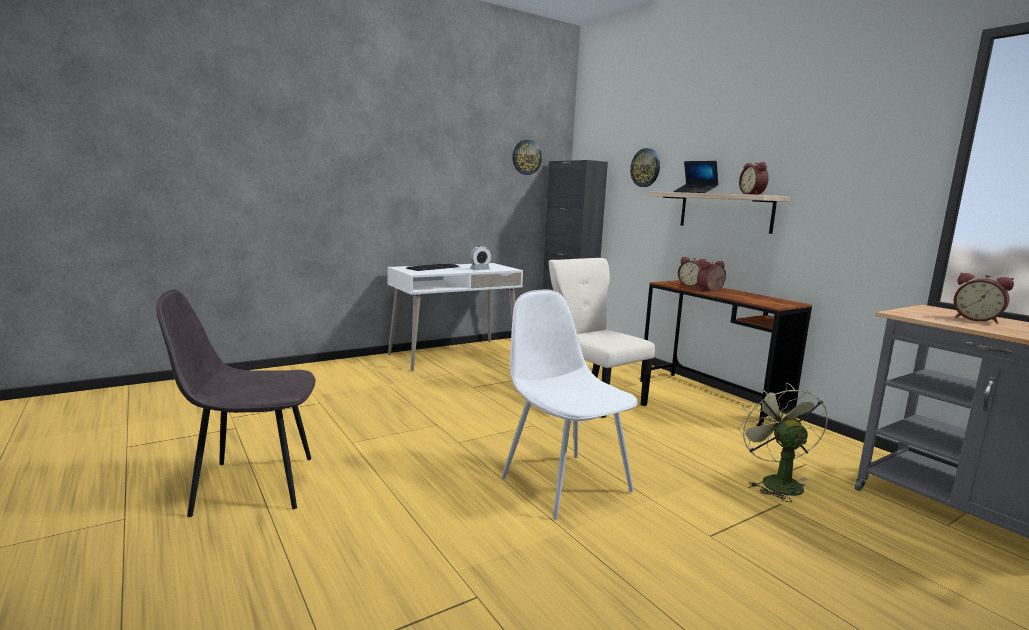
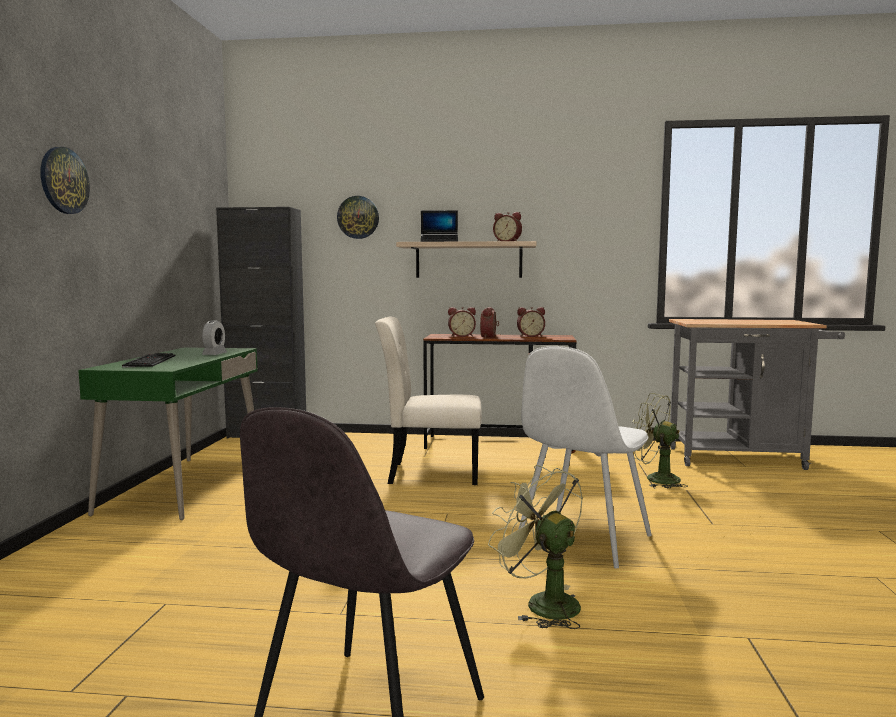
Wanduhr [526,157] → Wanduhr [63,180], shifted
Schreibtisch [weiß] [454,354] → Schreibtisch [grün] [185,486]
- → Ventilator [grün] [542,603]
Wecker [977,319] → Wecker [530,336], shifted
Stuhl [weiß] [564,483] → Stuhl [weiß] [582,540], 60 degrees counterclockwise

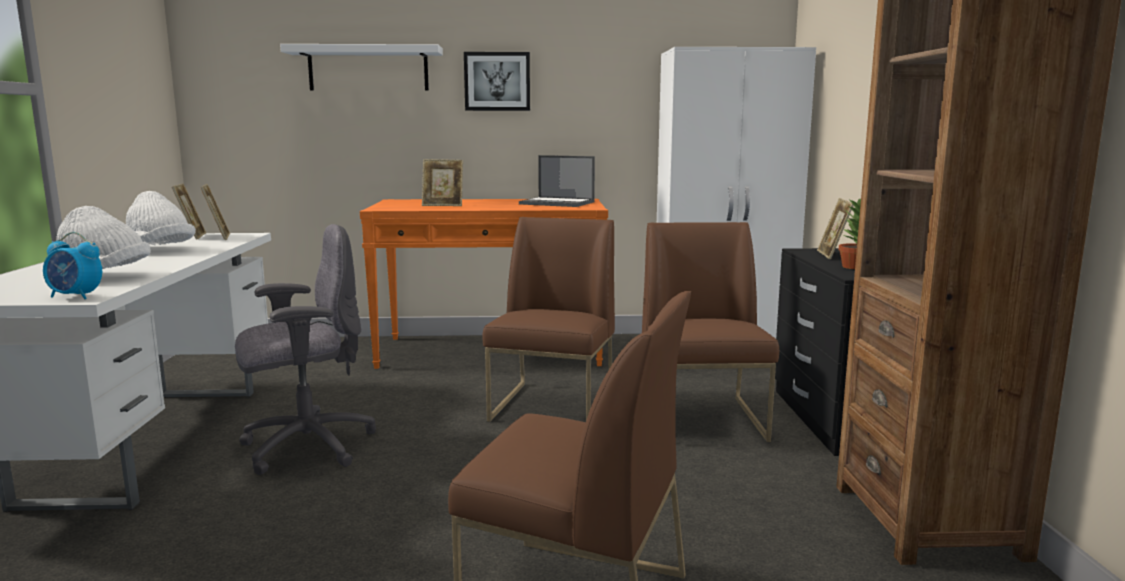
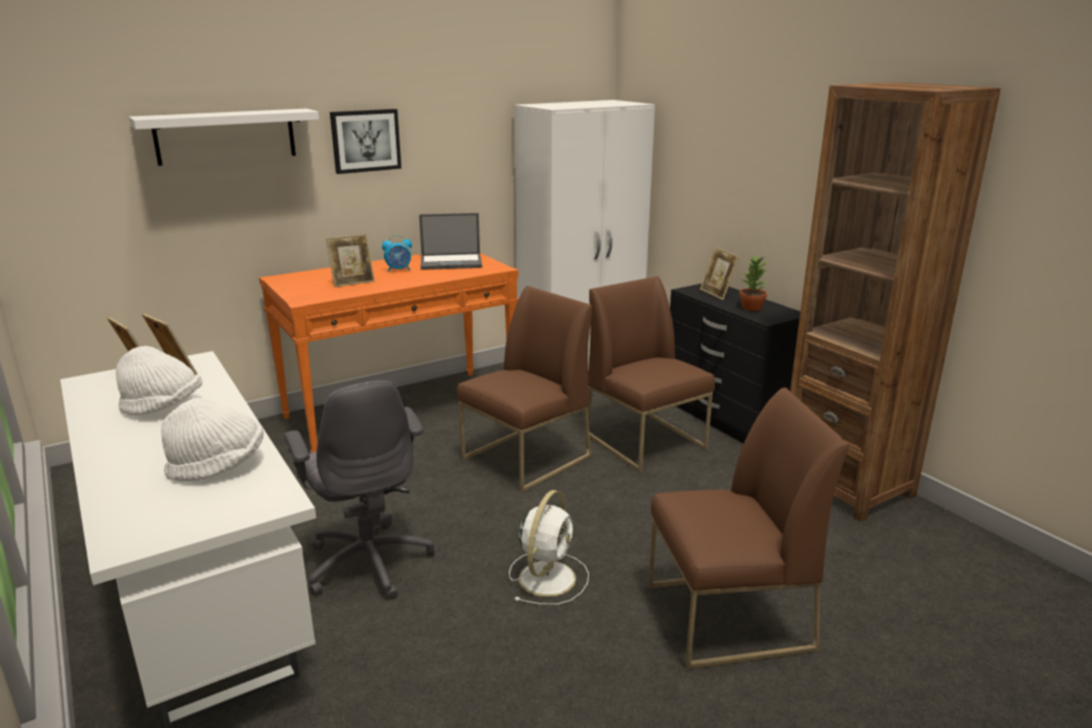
Bürostuhl [grau] [306,447] → Bürostuhl [grau] [369,561], 120 degrees clockwise
Wecker [76,296] → Wecker [399,270], shifted
Stuhl [braun] [553,407] → Stuhl [braun] [526,459], 60 degrees clockwise
- → Ventilator [weiß] [548,577]

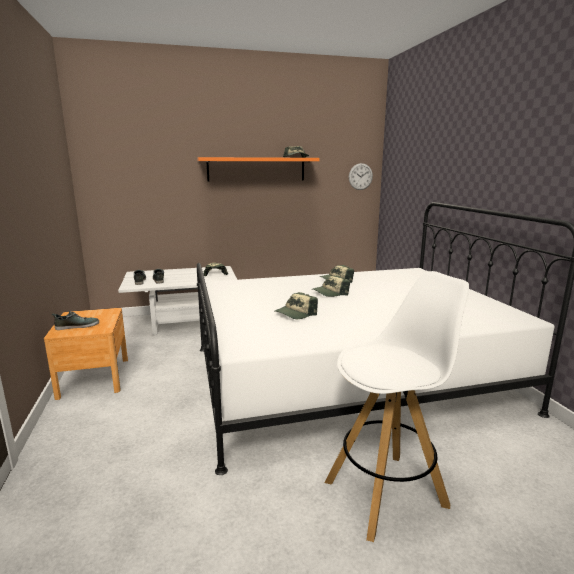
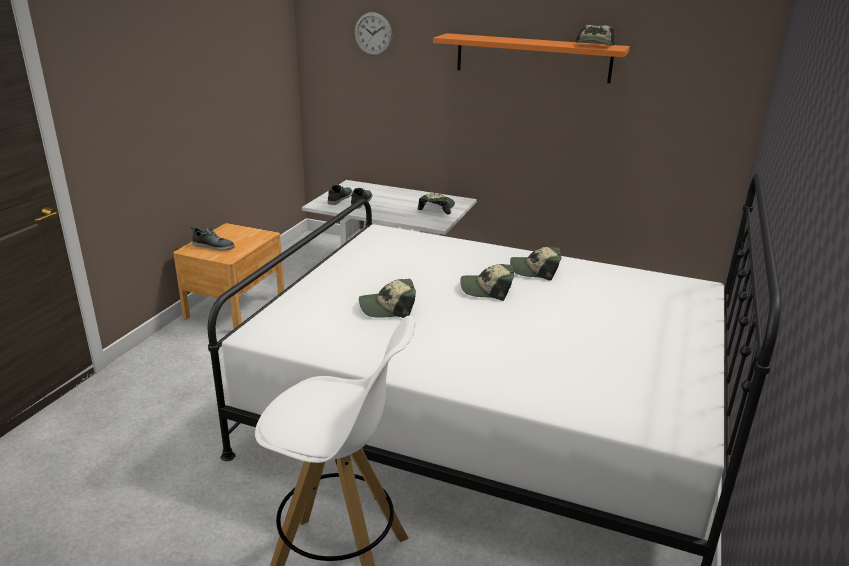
Wanduhr [360,176] → Wanduhr [373,34], shifted

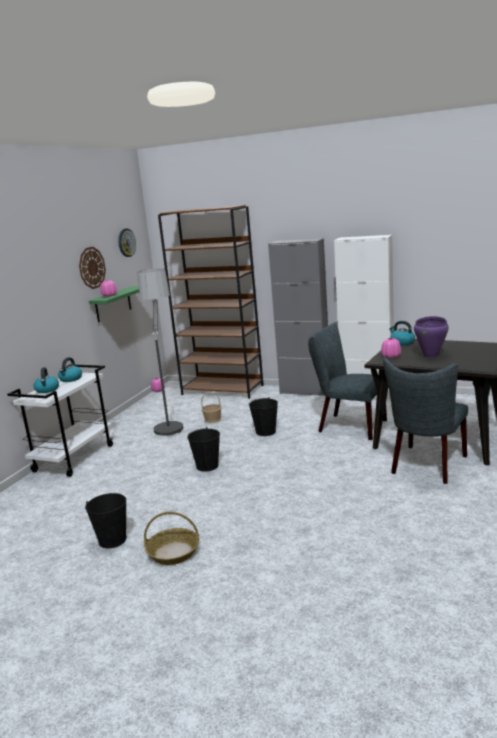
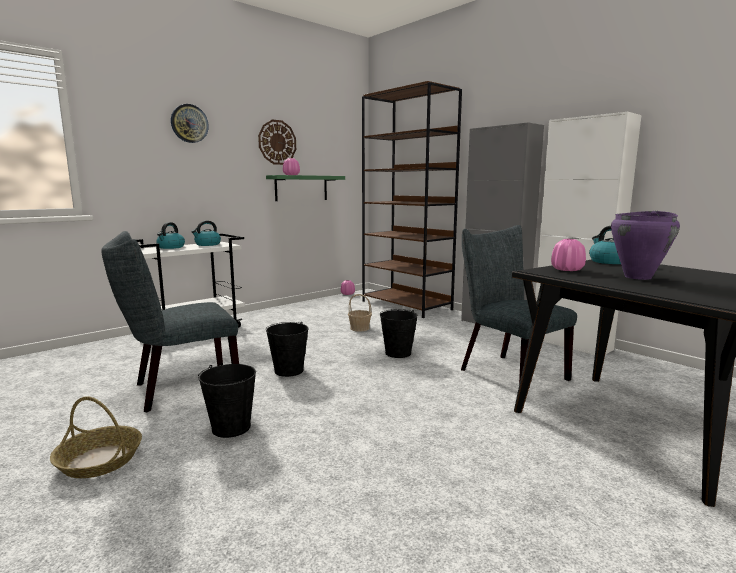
Stuhl [grau] [426,466] → Stuhl [grau] [180,389], shifted
Wanduhr [126,242] → Wanduhr [189,123], shifted
Eimer [schwarz] [112,540] → Eimer [schwarz] [231,427], shifted
Stehlampe [168,421] → -

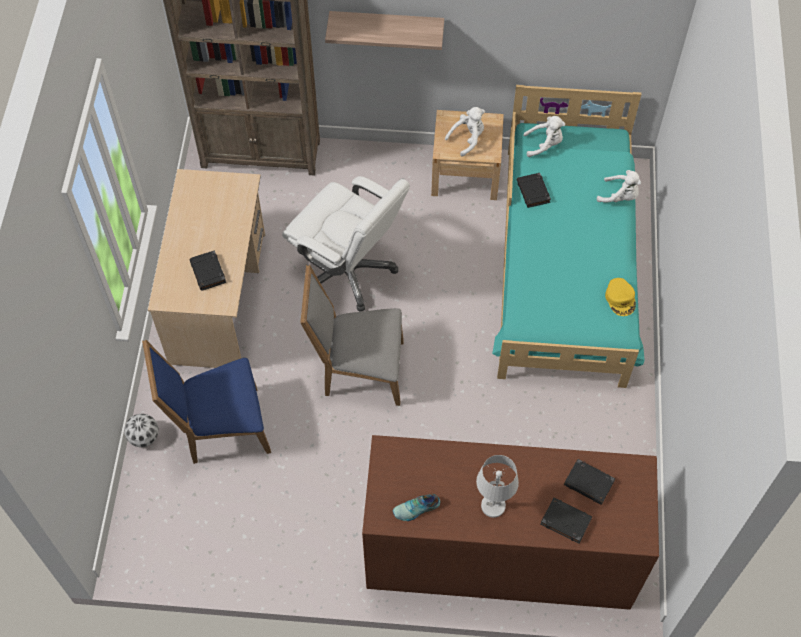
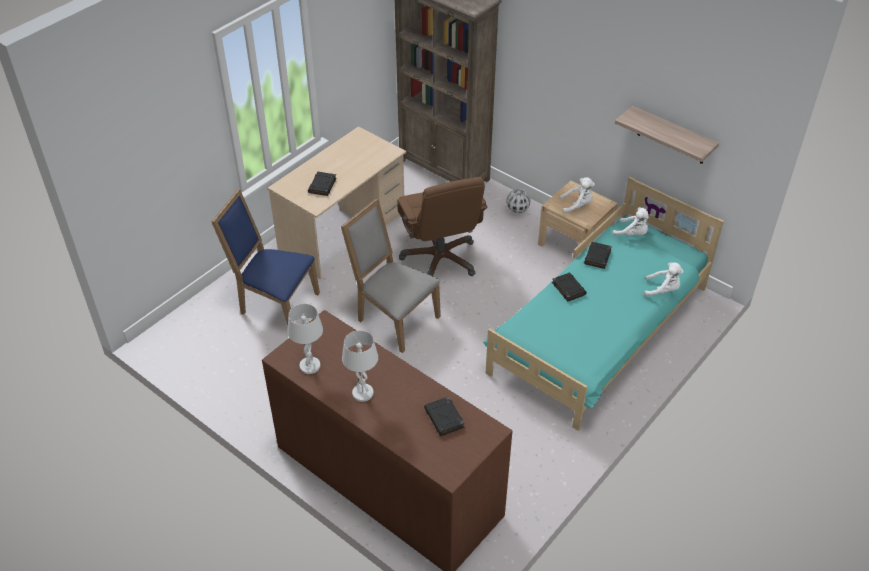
Schuh [417,509] → Tischlampe [weiß] [310,366]
Bürostuhl [weiß] [348,271] → Bürostuhl [braun] [440,259]
Fußball [145,437] → Fußball [518,210], shifted
Buch [schwarz] [565,521] → Buch [schwarz] [568,288], shifted
Wandregal [386,27] → Wandregal [672,136], shifted
Plüschtier [weiß] [620,196] → Plüschtier [weiß] [663,290], 45 degrees counterclockwise
Kappe [gelb] [620,299] → -

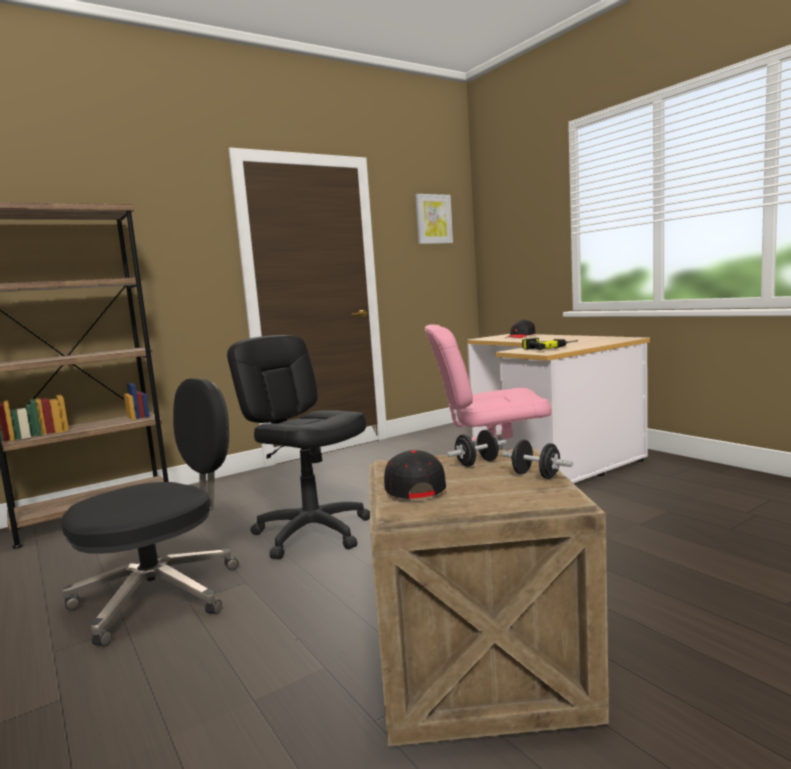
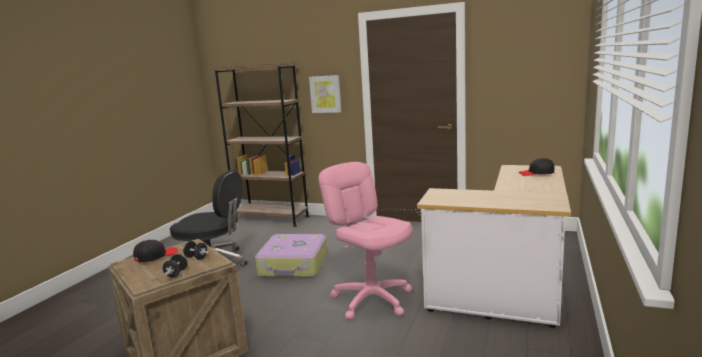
Bürostuhl [schwarz] [313,532] → Koffer [294,265]
Bild [433,219] → Bild [325,94], shifted
Bohrmaschine [549,347] → -

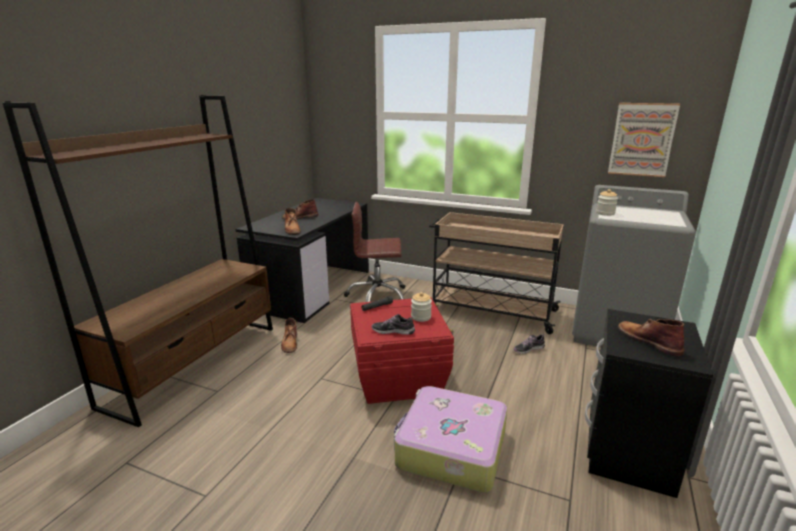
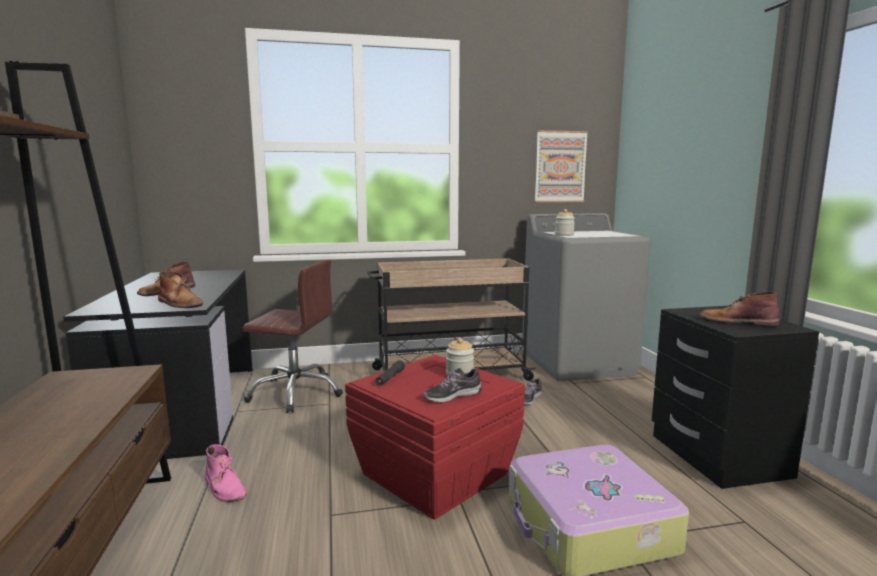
Stiefel [braun] [290,343] → Stiefel [rosa] [225,487]
Bürostuhl [braun] [377,296] → Bürostuhl [braun] [296,393], 135 degrees counterclockwise

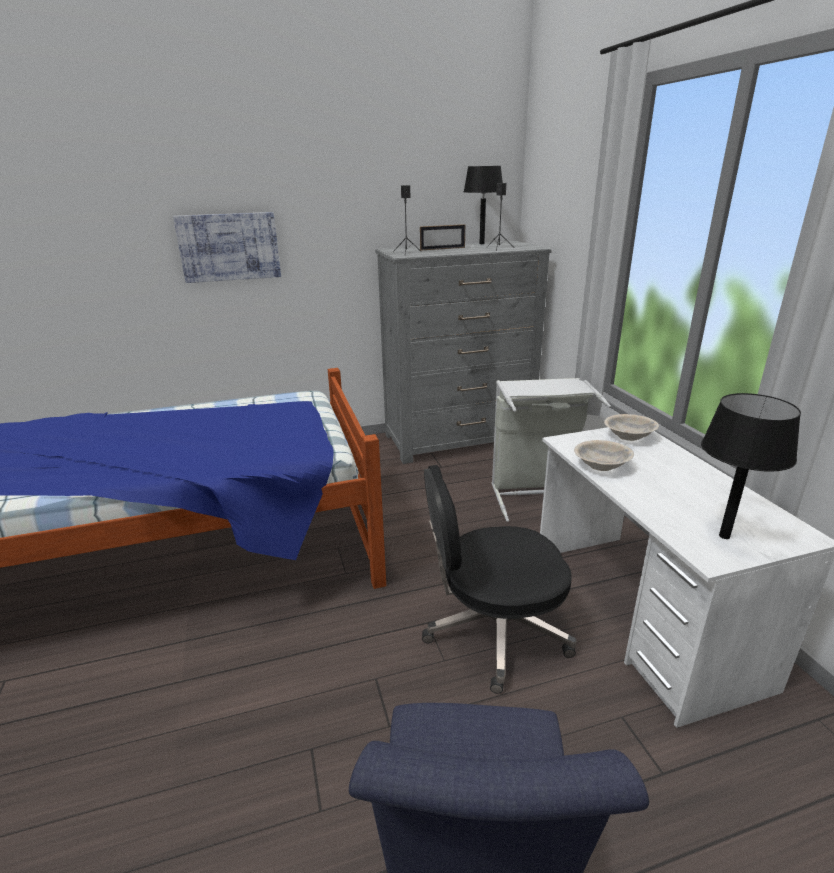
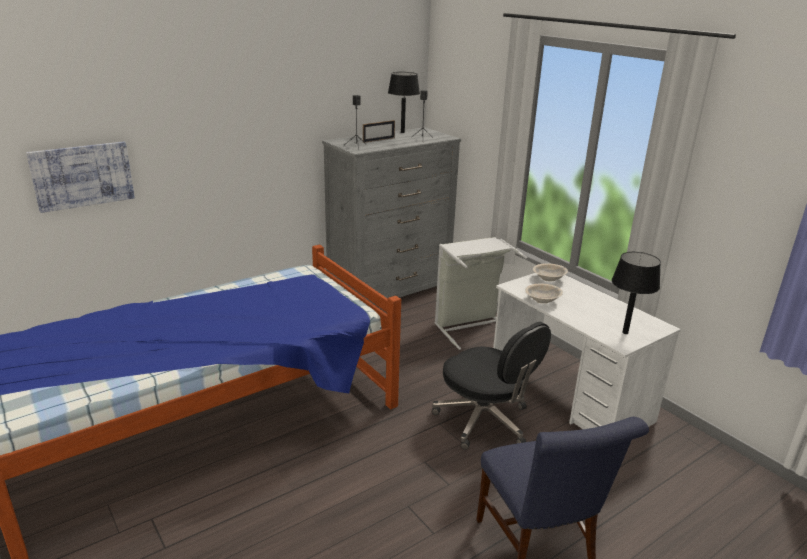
Bild [229,247] → Bild [82,175], shifted
Bürostuhl [schwarz] [493,632] → Bürostuhl [schwarz] [485,421], 105 degrees counterclockwise

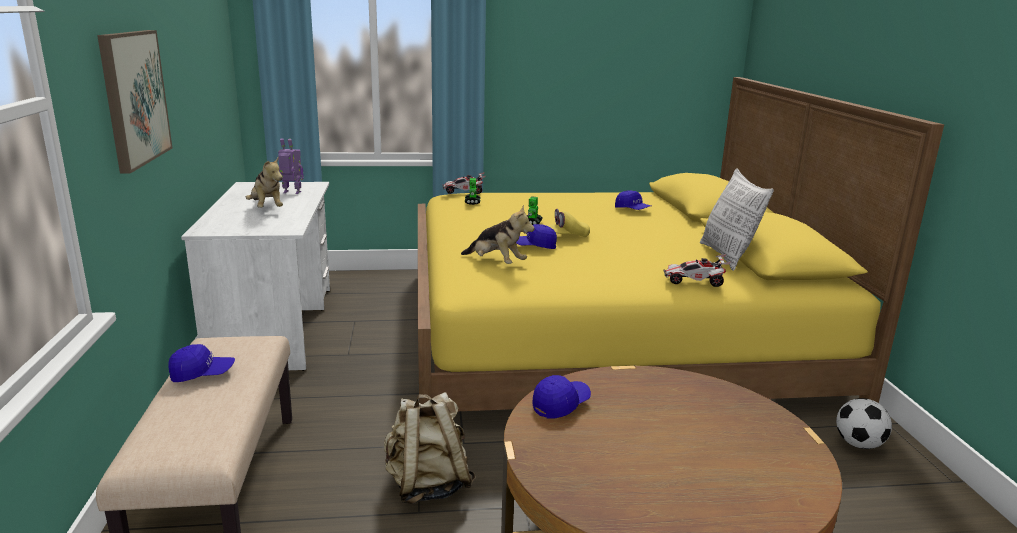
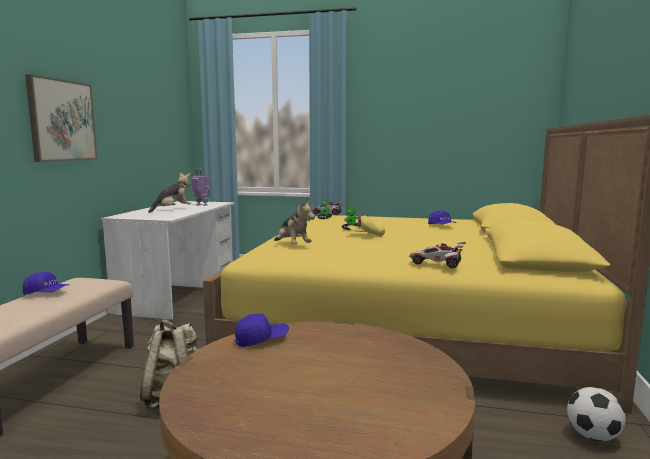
Plüschtier [266,208] → Plüschtier [173,210], 120 degrees counterclockwise
Kappe [blau] [534,247] → -
Kissen [727,256] → -

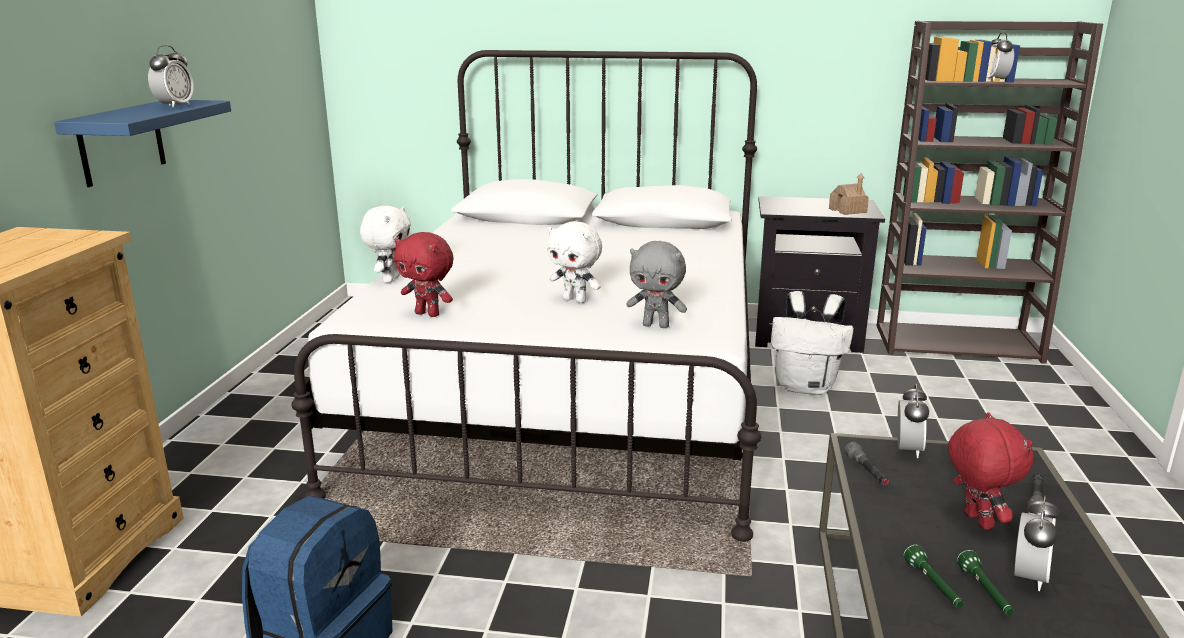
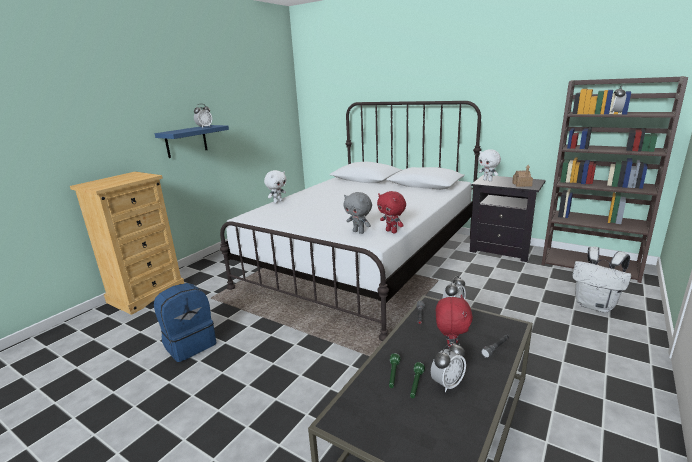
Plüschtier [rot] [428,314] → Plüschtier [rot] [392,231], shifted
Plüschtier [weiß] [575,300] → Plüschtier [weiß] [488,180], shifted
Rucksack [weiß] [806,387] → Rucksack [weiß] [595,305], shifted

